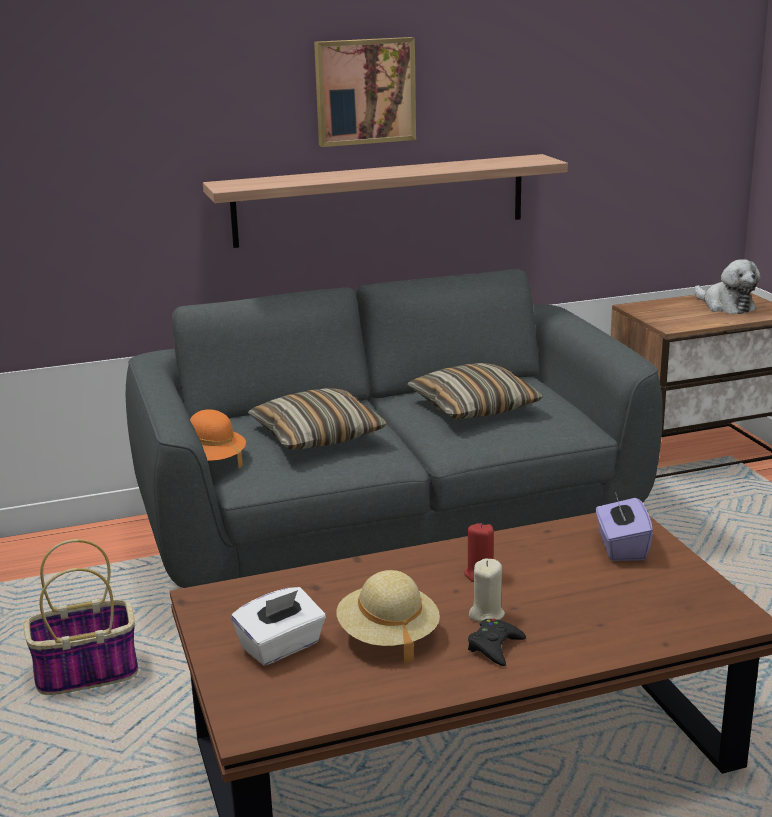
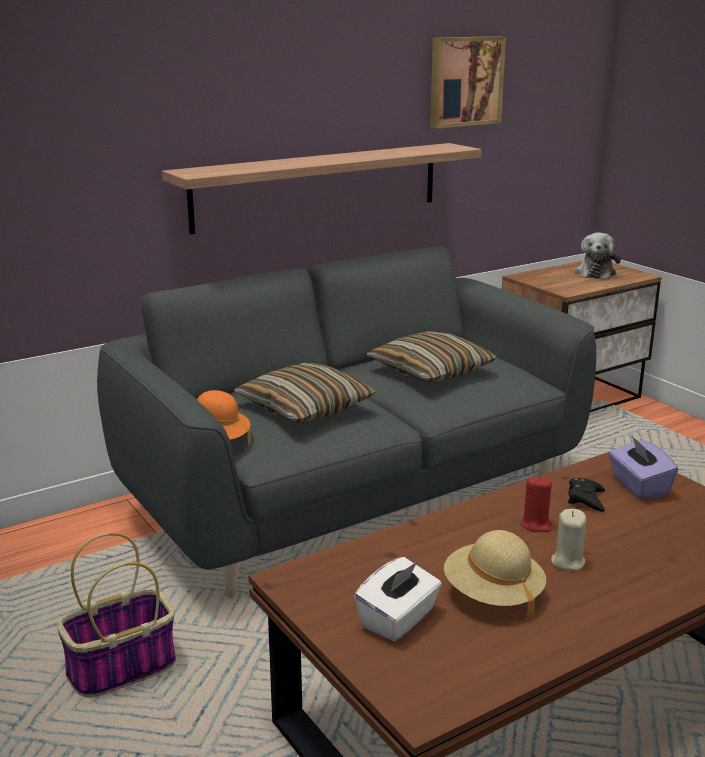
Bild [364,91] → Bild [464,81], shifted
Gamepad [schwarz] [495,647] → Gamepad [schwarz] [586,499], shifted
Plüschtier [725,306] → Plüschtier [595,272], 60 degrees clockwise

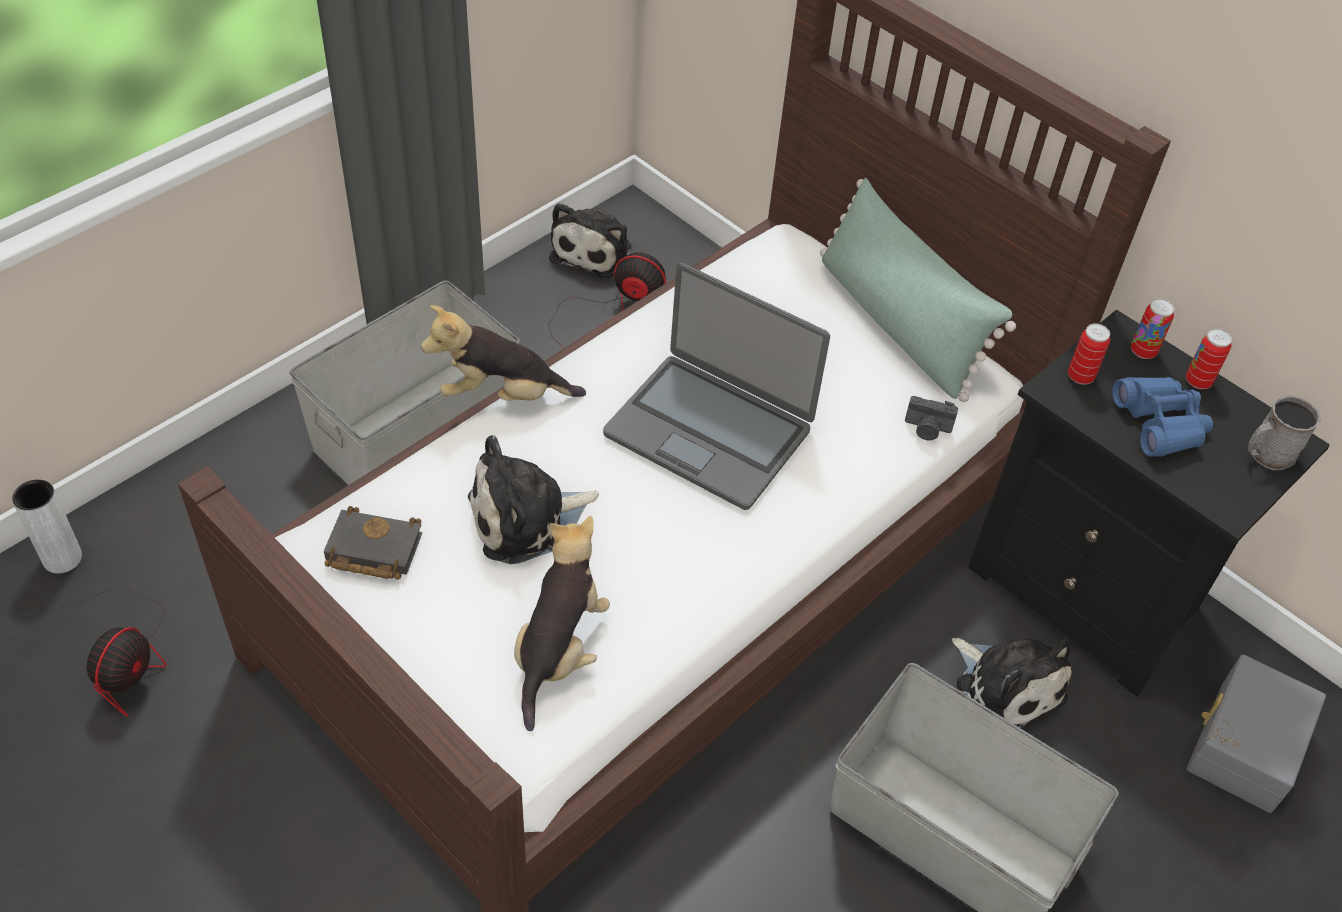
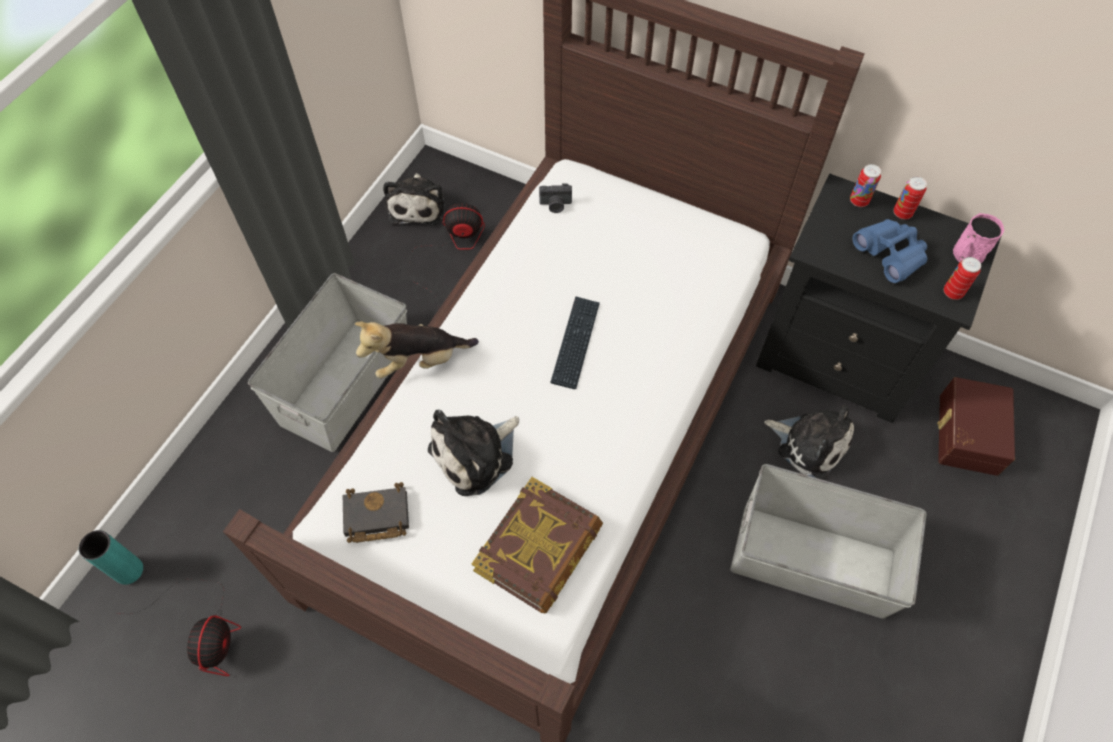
Vase [grau] [62,558] → Vase [türkis] [128,570]
Plüschtier [559,650] → Buch [539,548]
Kamera [927,429] → Kamera [555,205], shifted
Laptop [709,431] → Tastatur [575,343]
Aufbewahrungsbox [grau] [1242,744] → Aufbewahrungsbox [braun] [966,433]
Dose [1080,376] → Dose [952,292], shifted
Henkelbecher [grau] [1266,454] → Henkelbecher [rosa] [965,256]
Kissen [grün] [898,324] → -

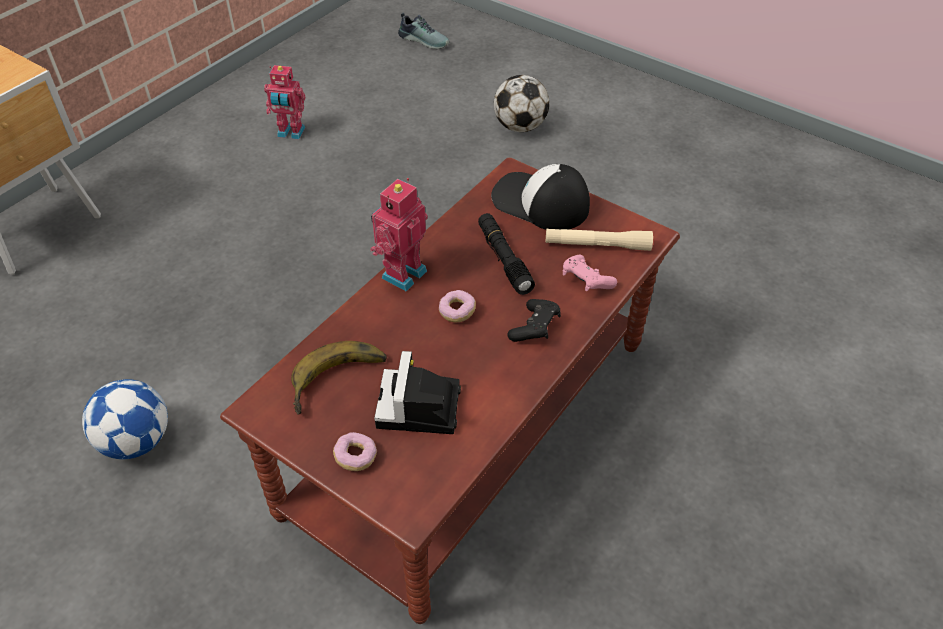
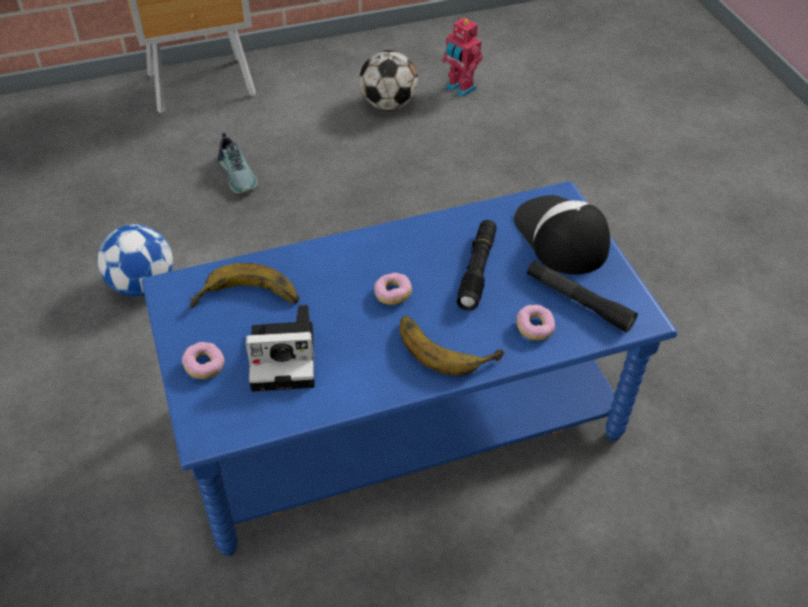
Couchtisch [braun] [469,426] → Couchtisch [blau] [400,419]
Schuh [424,40] → Schuh [239,174], shifted
Kamera [419,409] → Kamera [286,357], 135 degrees counterclockwise
Fußball [520,126] → Fußball [388,105], shifted
Gamepad [schwarz] [535,328] → Banane [446,344]
Gamepad [rosa] [585,281] → Donut [534,328]
Taschenlampe [beige] [597,245] → Taschenlampe [schwarz] [578,301]
Spielzeugroboter [401,273] → -

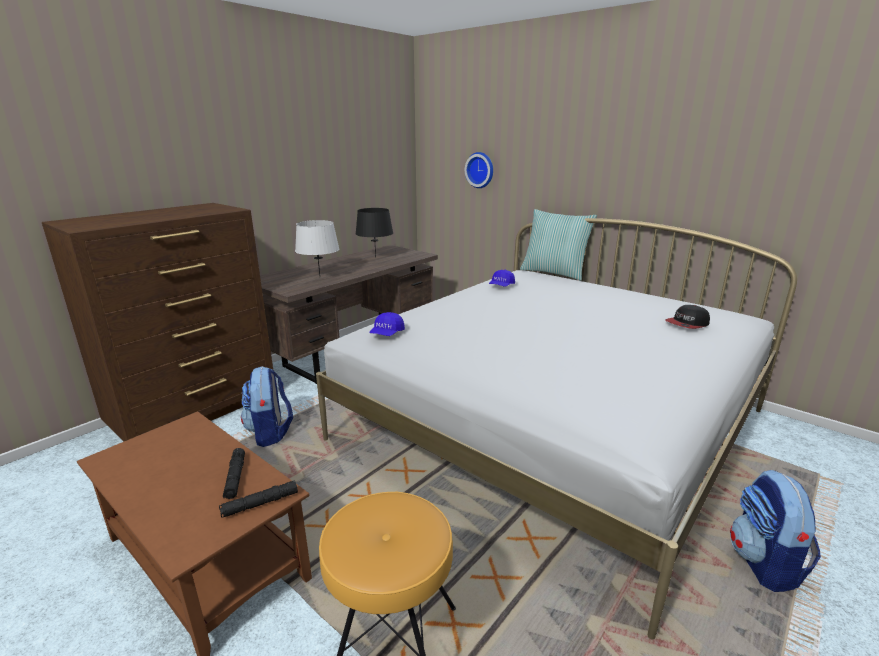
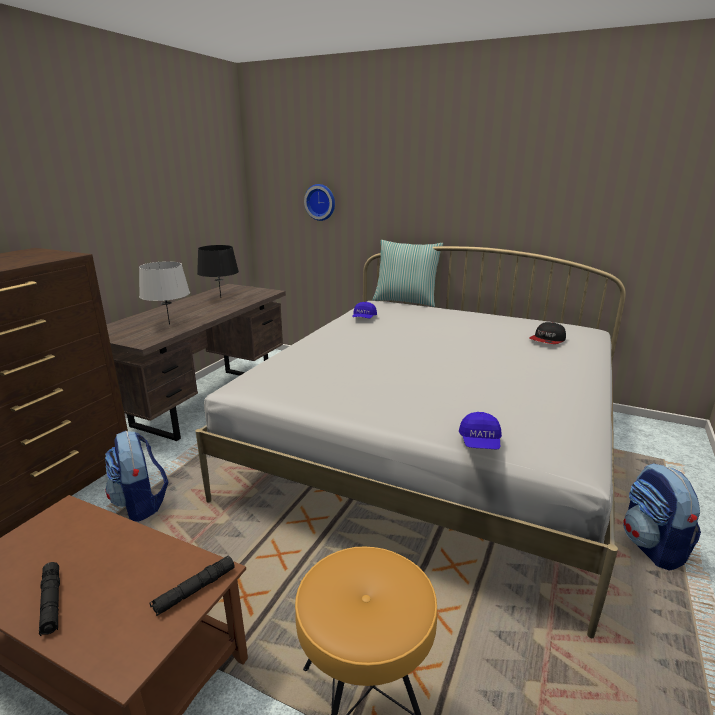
Taschenlampe [schwarz] [235,478] → Taschenlampe [schwarz] [51,603], shifted
Kappe [blau] [387,334] → Kappe [blau] [480,443], shifted

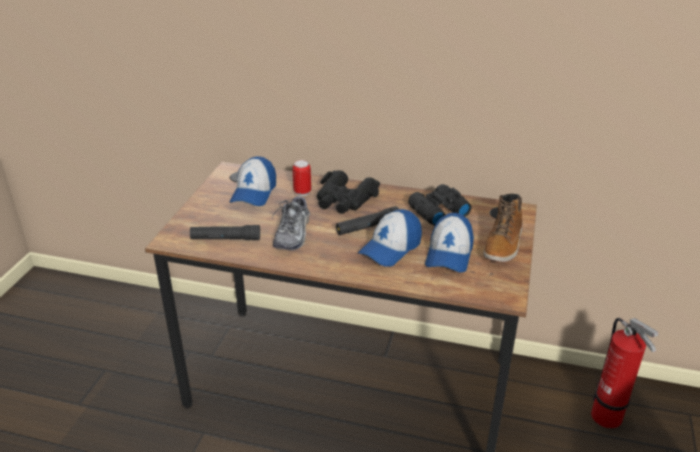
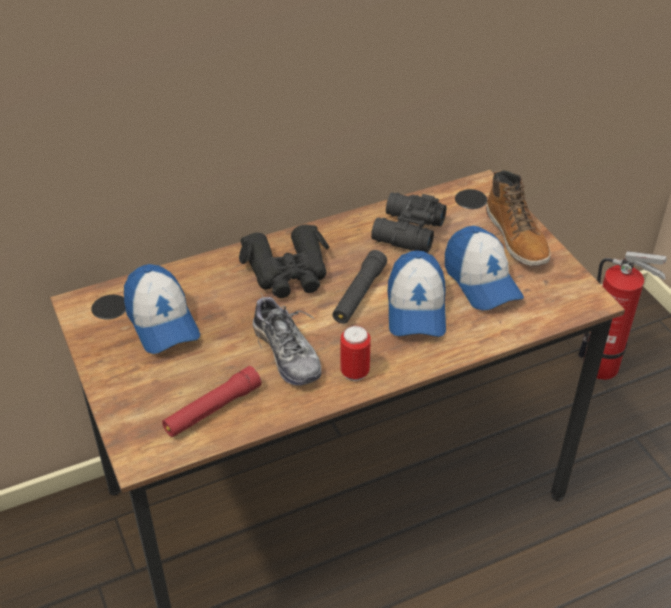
Taschenlampe [schwarz] [225,239] → Taschenlampe [rot] [212,409]
Dose [302,192] → Dose [354,372], shifted

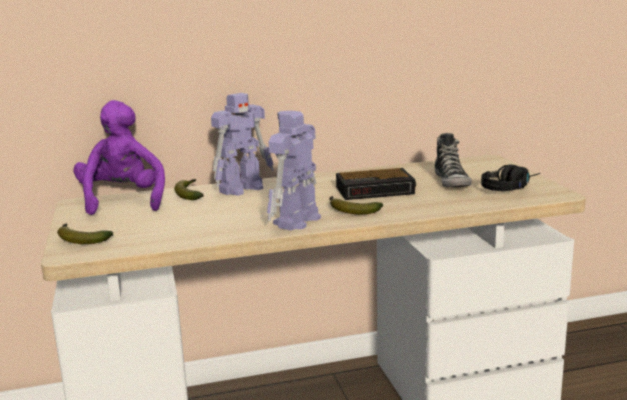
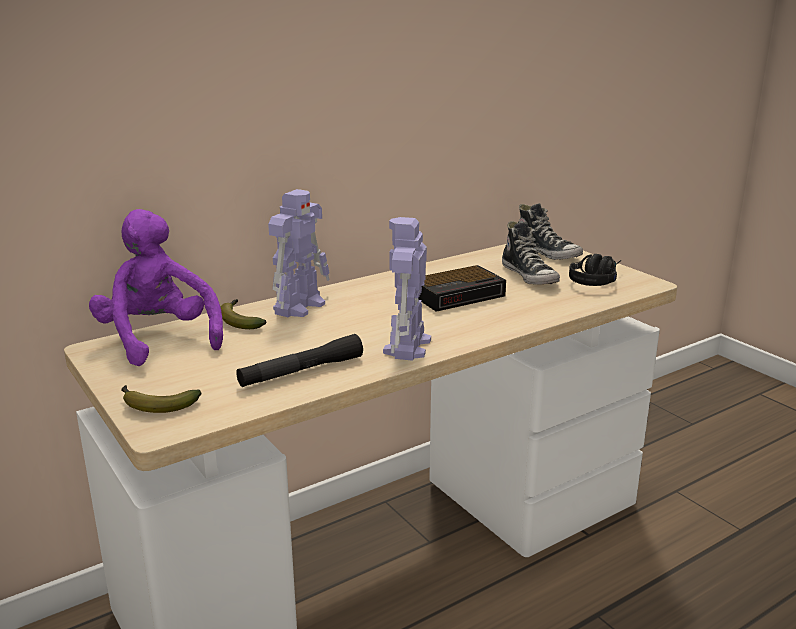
- → Taschenlampe [schwarz] [301,371]
- → Schuh [547,253]
Banane [351,210] → -

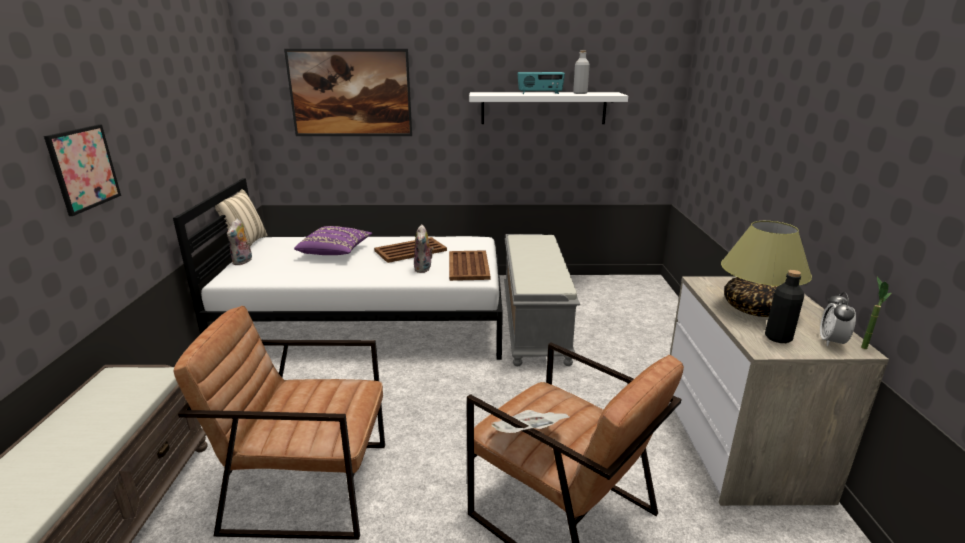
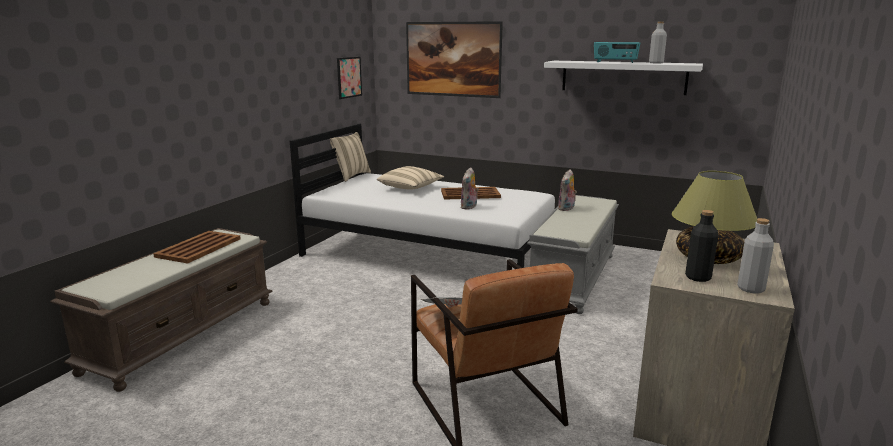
Tablett [braun] [468,266] → Tablett [braun] [198,248], shifted
Bild [84,168] → Bild [349,77], shifted
Kissen [lila] [335,252] → Kissen [beige] [410,188]
Plüschtier [243,262] → Plüschtier [566,209], shifted
Wecker [831,342] → Flasche [grau] [751,289]
Sessel [braun] [308,485] → -
Topfpflanze [863,345] → -

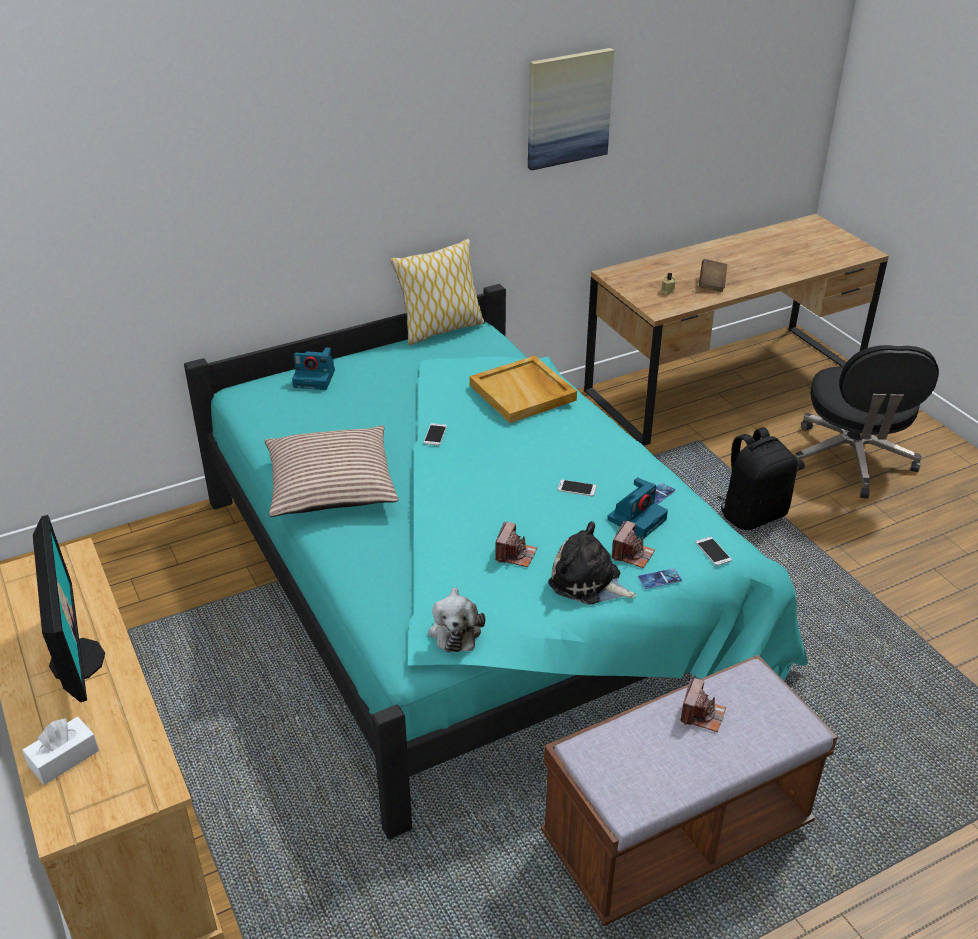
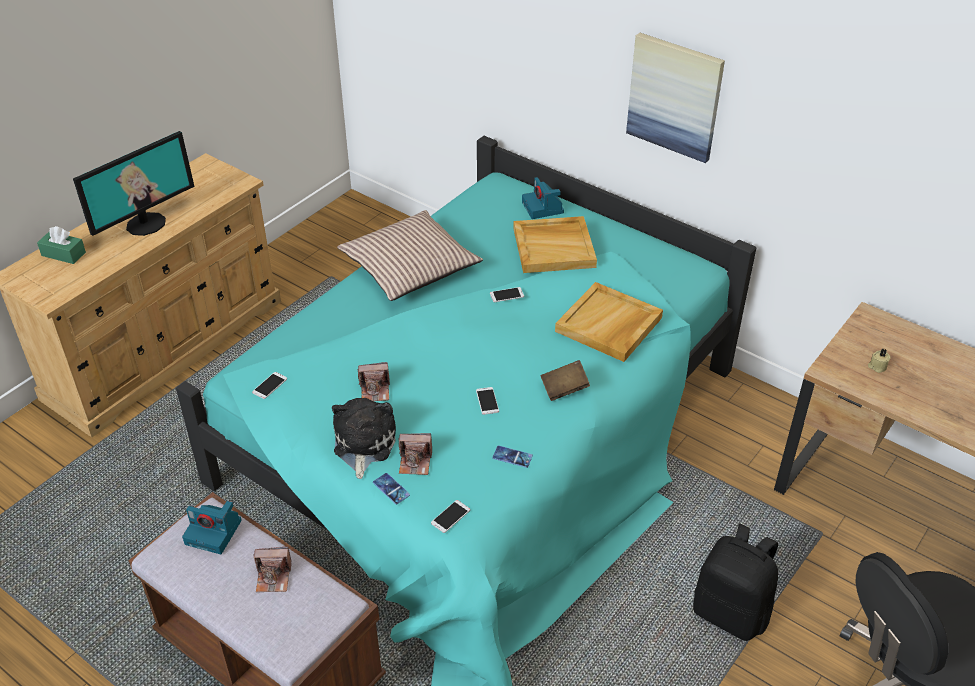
Taschentuchbox [weiß] [64,758] → Taschentuchbox [grün] [63,254]
Kamera [637,518] → Kamera [215,532], shifted
Plüschtier [455,629] → Handy [269,385]
- → Tablett [beige] [554,247]
Buch [braun] [712,284] → Buch [braun] [564,389], shifted
Bild [568,108] → Bild [675,97], shifted
Kissen [440,329] → -

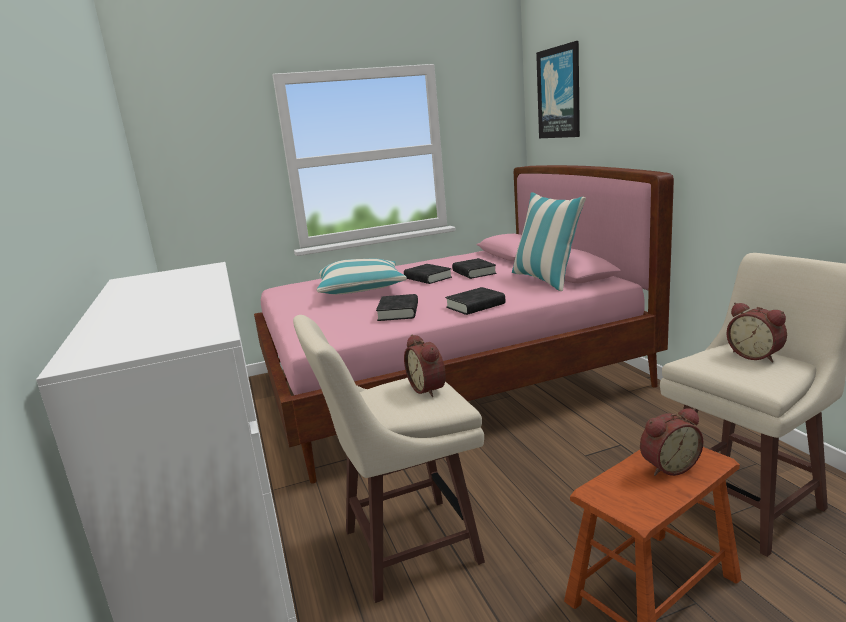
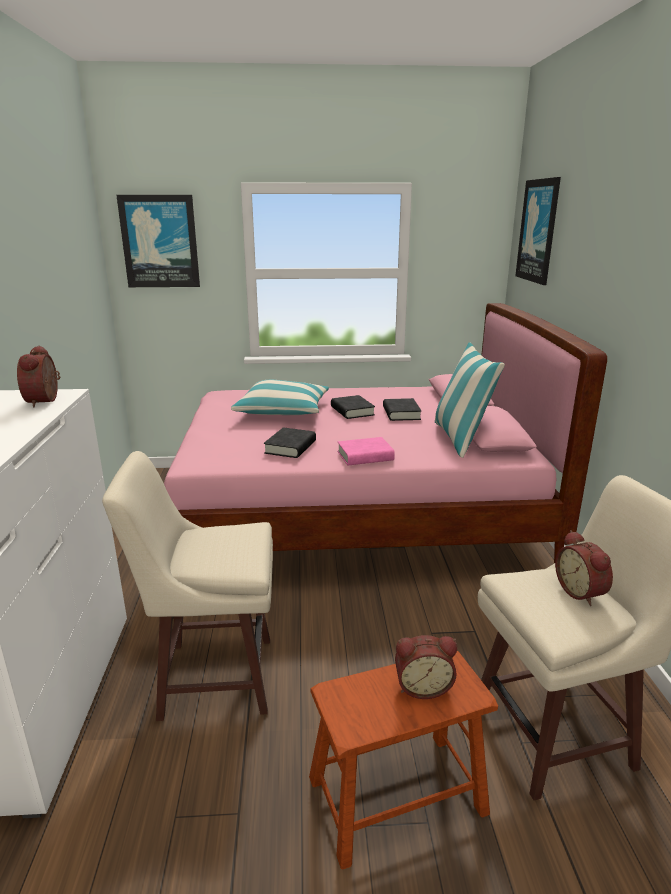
Wecker [429,388] → Wecker [46,401], shifted
- → Bild [160,242]
Buch [schwarz] [475,306] → Buch [rosa] [365,456]

